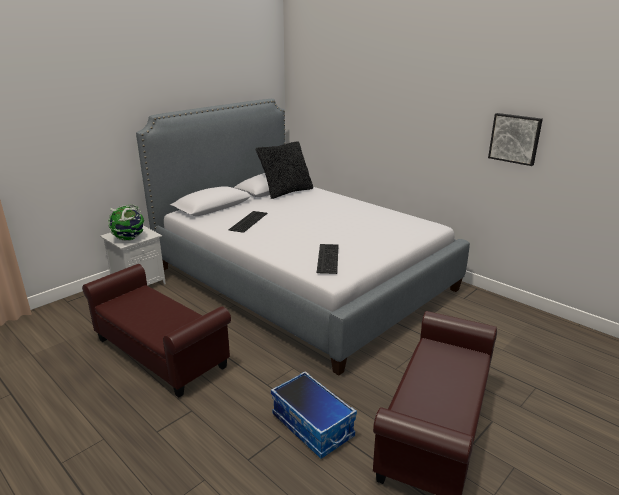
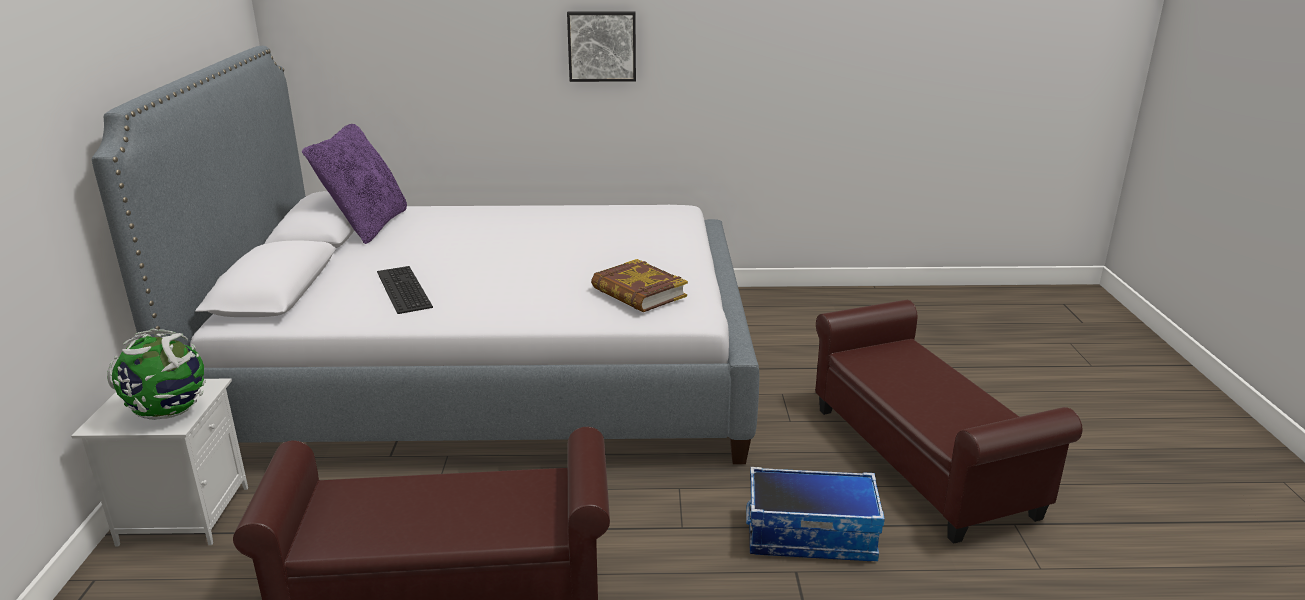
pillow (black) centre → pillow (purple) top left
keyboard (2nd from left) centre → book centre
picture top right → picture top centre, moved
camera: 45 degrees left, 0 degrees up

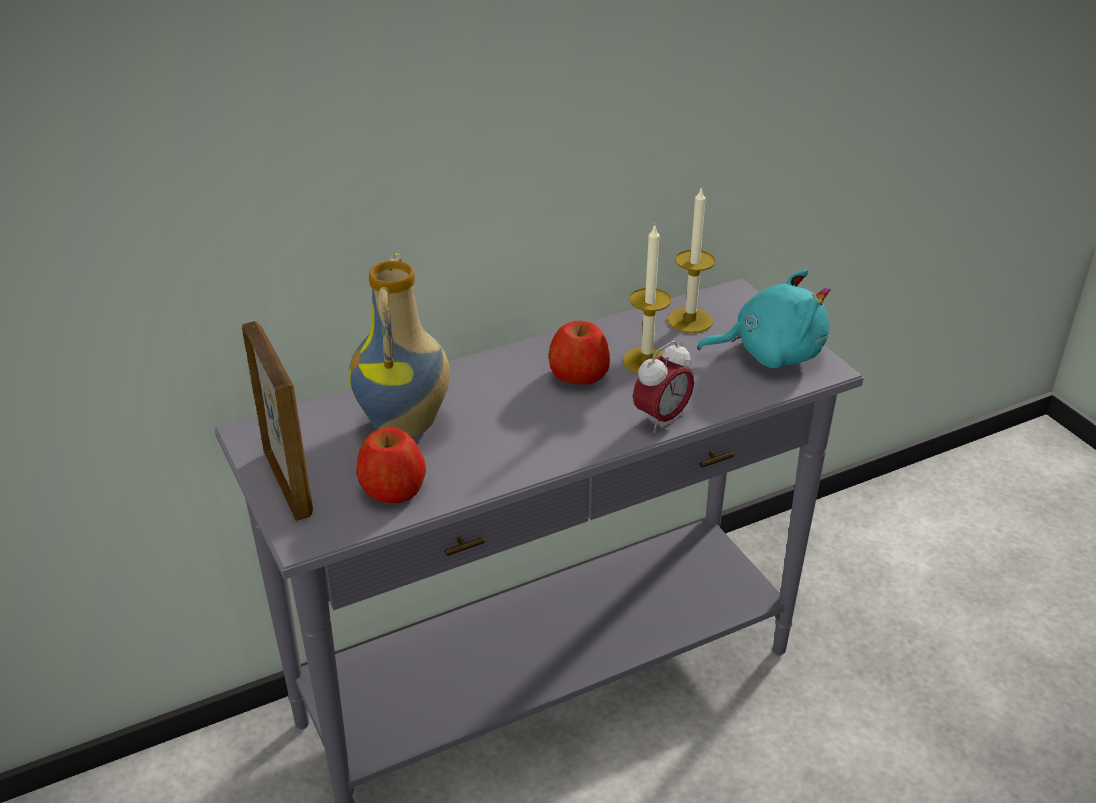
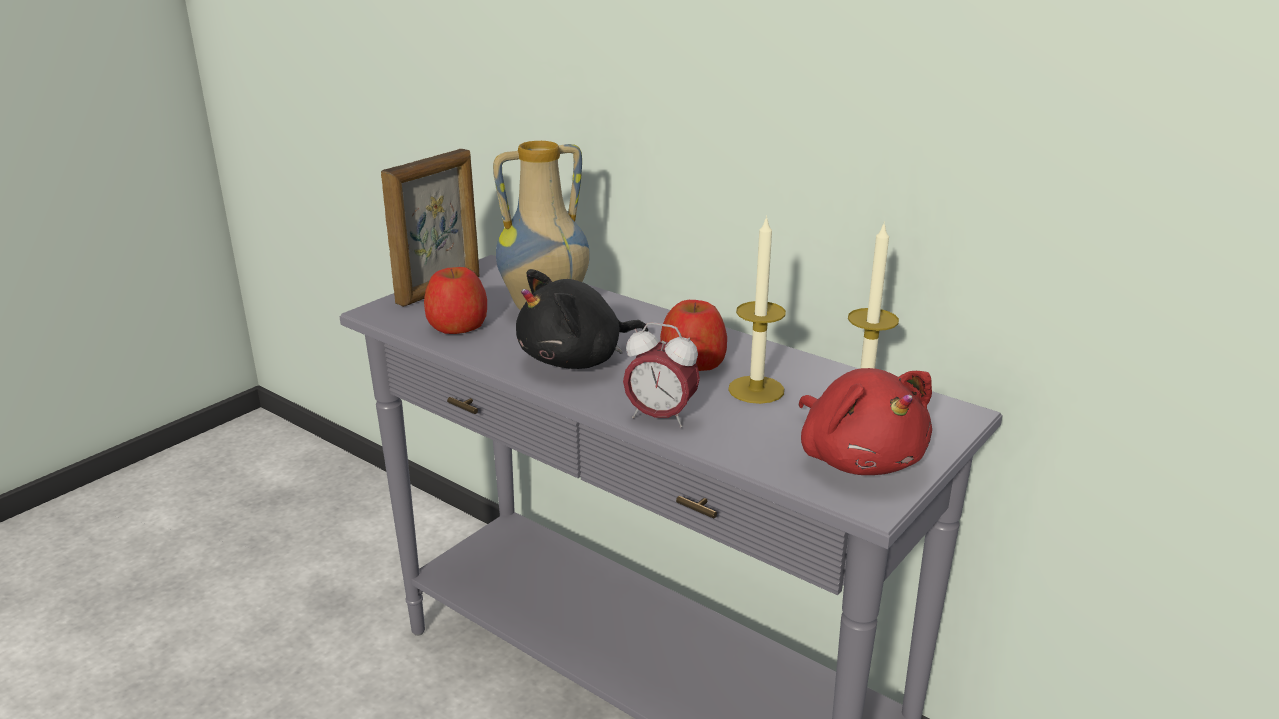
plush toy (turquoise) middle right → plush toy (red) middle right
- → plush toy (black) centre
camera: 65 degrees right, 10 degrees down

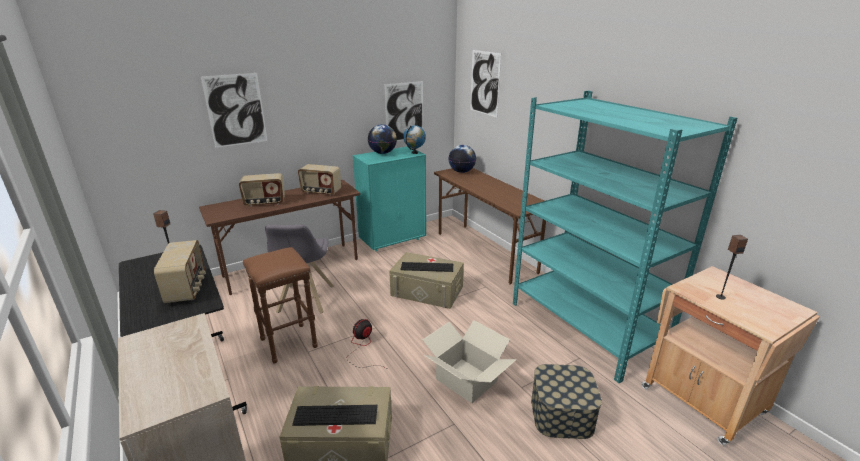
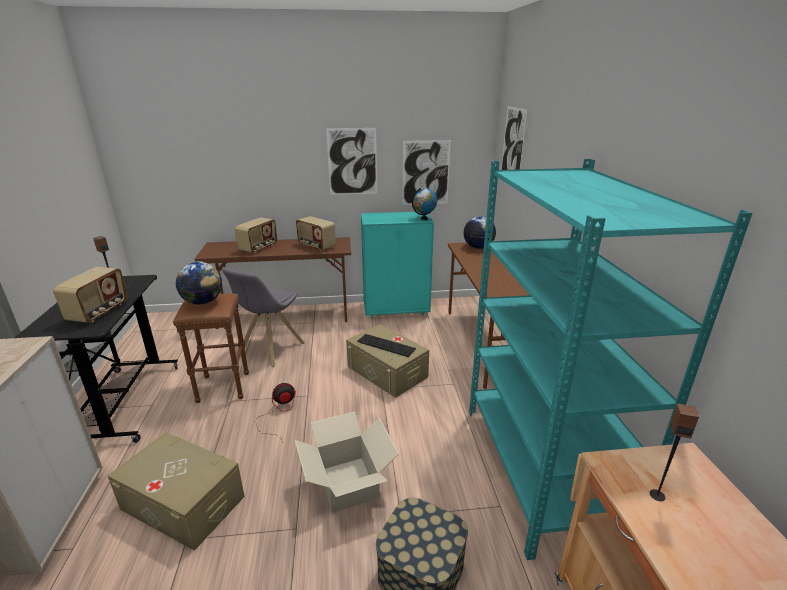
picture (1st from left) top left → picture (1st from left) top centre, moved
radio (2nd from left) middle left, 75 degrees counterclockwise
keyboard (1st from left) bottom centre → -
globe (1st from left) top centre → globe (1st from left) middle left, moved
camera: 25 degrees right, 0 degrees up

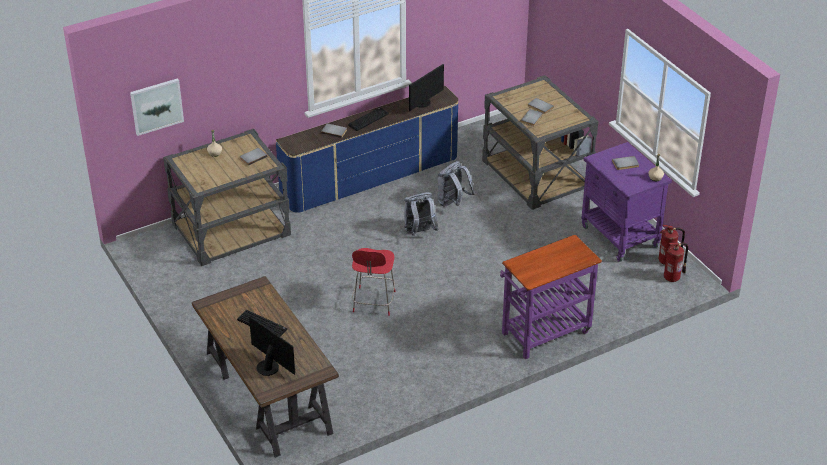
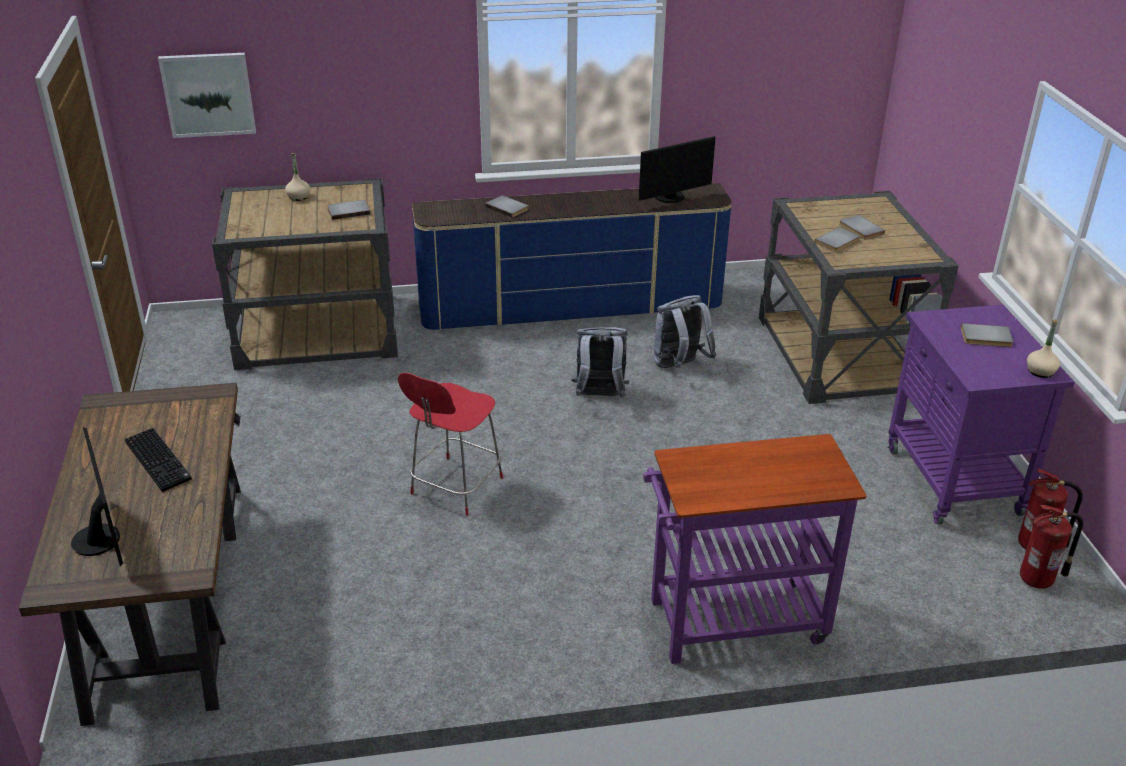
keyboard (2nd from left) top centre → -
camera: 20 degrees right, 5 degrees down

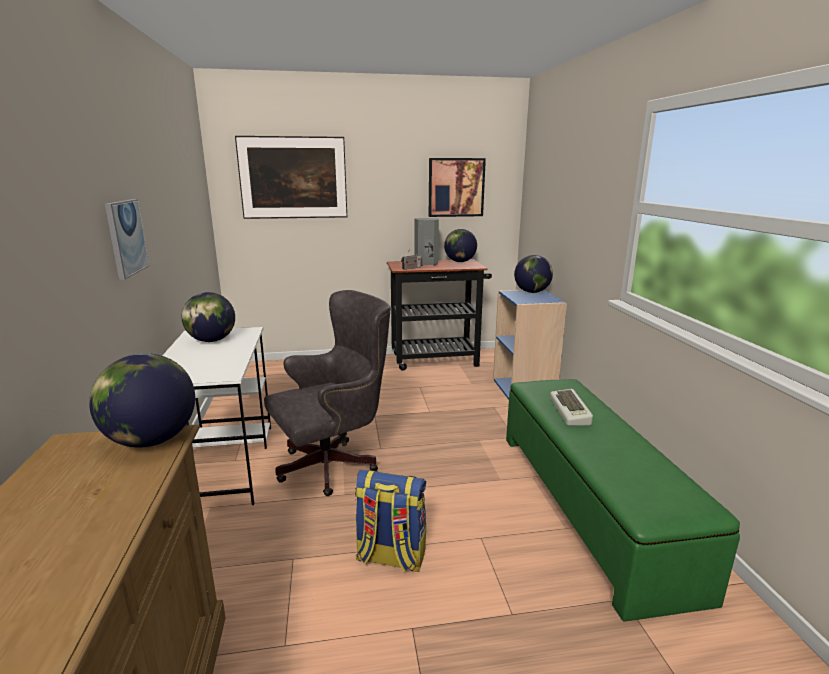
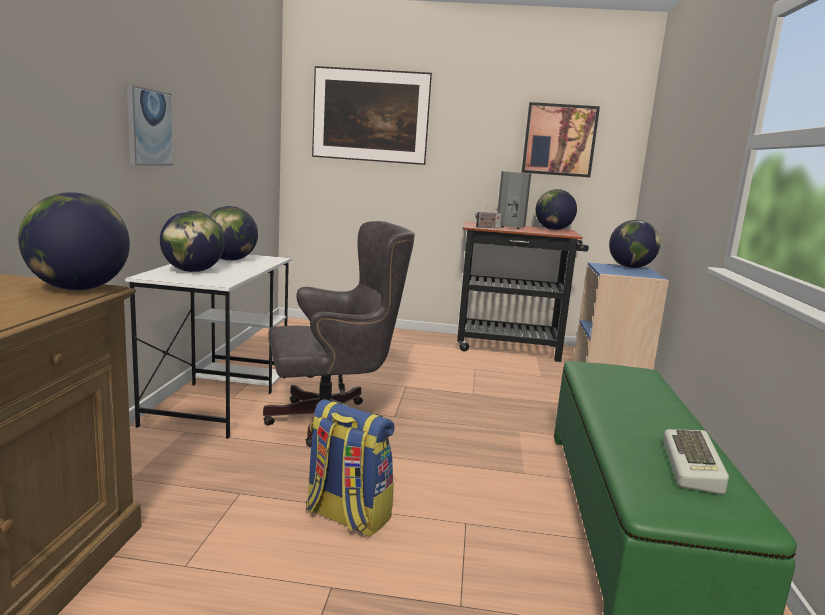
keyboard middle right → keyboard bottom right, moved
- → globe (2nd from left) middle left
camera: 15 degrees right, 5 degrees down

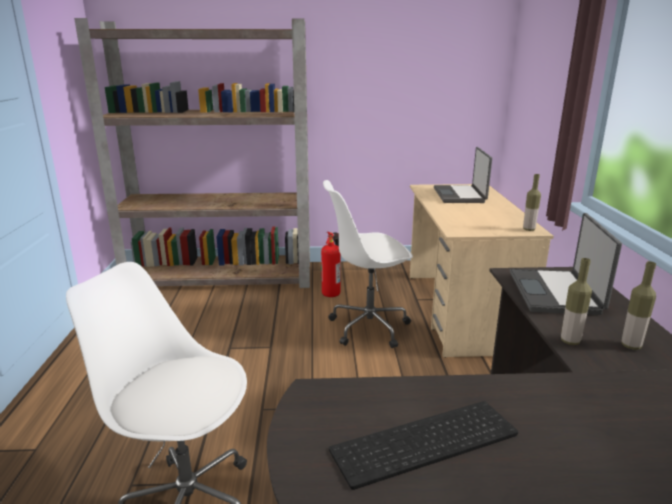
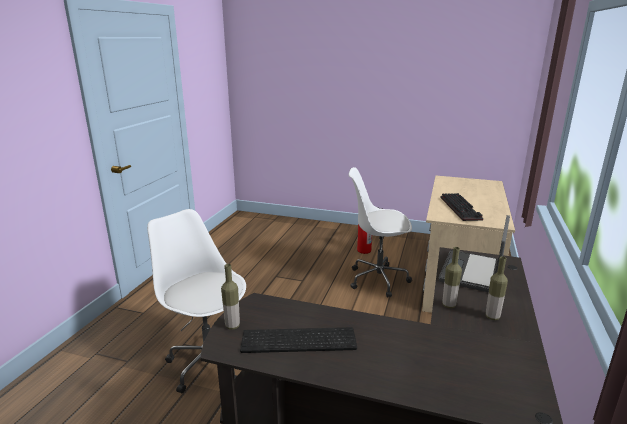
bookcase (brown) top left → -
laptop (1st from left) middle right → -
bottle (1st from left) middle right → bottle (1st from left) bottom centre, moved
- → keyboard (2nd from left) middle right
camera: 20 degrees right, 0 degrees up

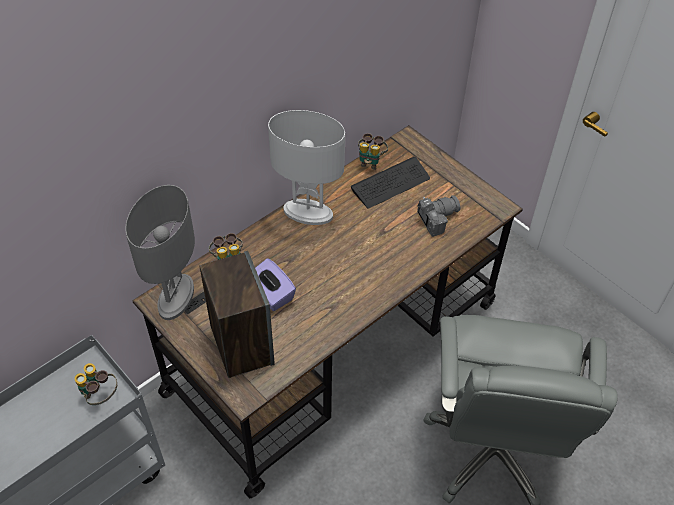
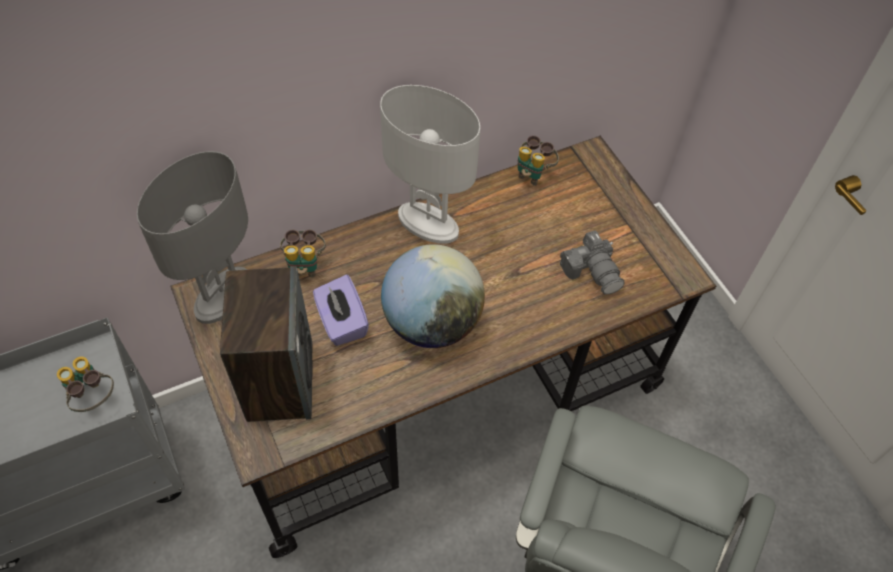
keyboard centre → -
photo camera centre, 75 degrees clockwise
- → globe centre
camera: 15 degrees right, 5 degrees up

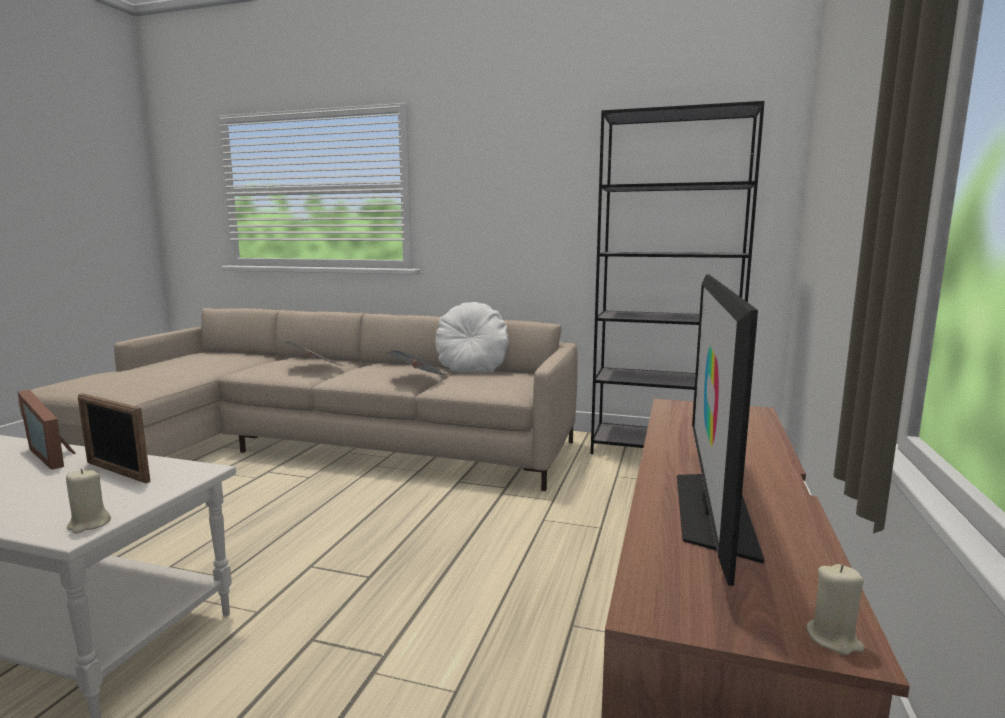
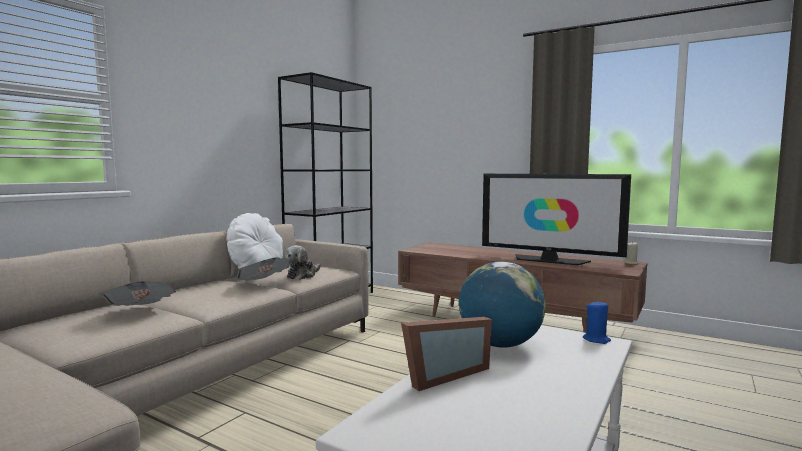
candle (beige) (1st from left) bottom left → candle (blue) bottom right
picture frame (2nd from left) middle left → globe bottom centre
- → plush toy centre
camera: 75 degrees left, 5 degrees down

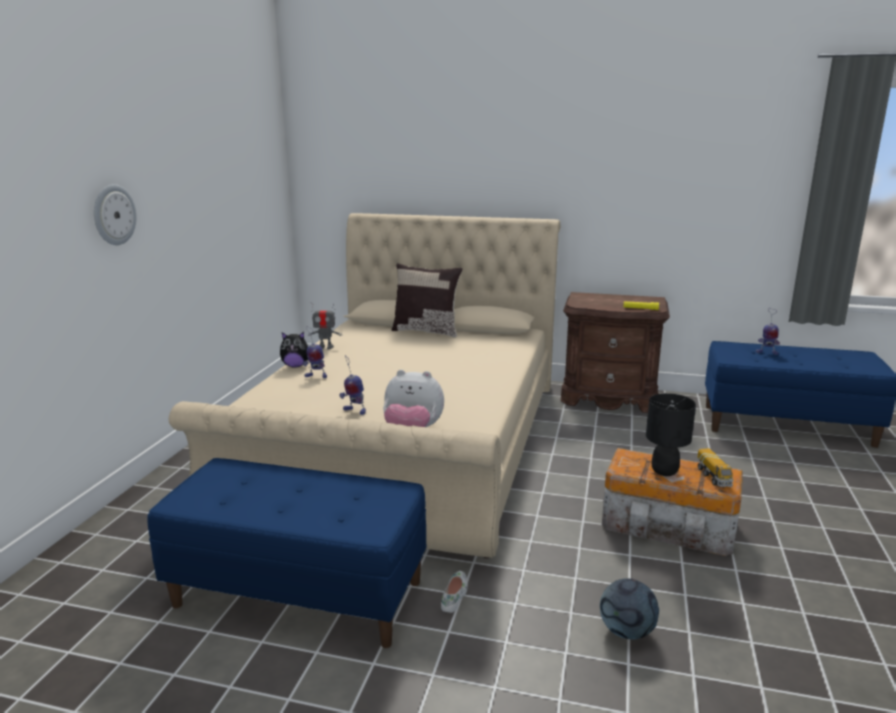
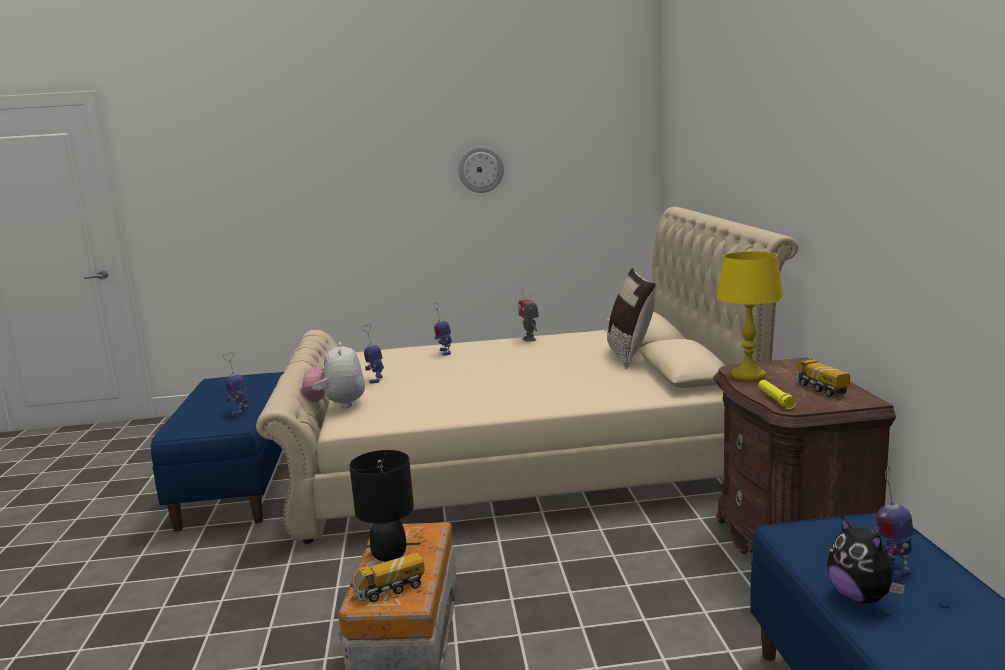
wall clock top left → wall clock top centre, moved
plush toy (1st from left in the first image) middle left → plush toy (2nd from left) bottom right, moved
shoe (white) bottom centre → -
football bottom right → -
- → toy robot (1st from left) middle left
- → table lamp (yellow) middle right
- → toy truck (2nd from left) middle right
camera: 70 degrees right, 5 degrees down

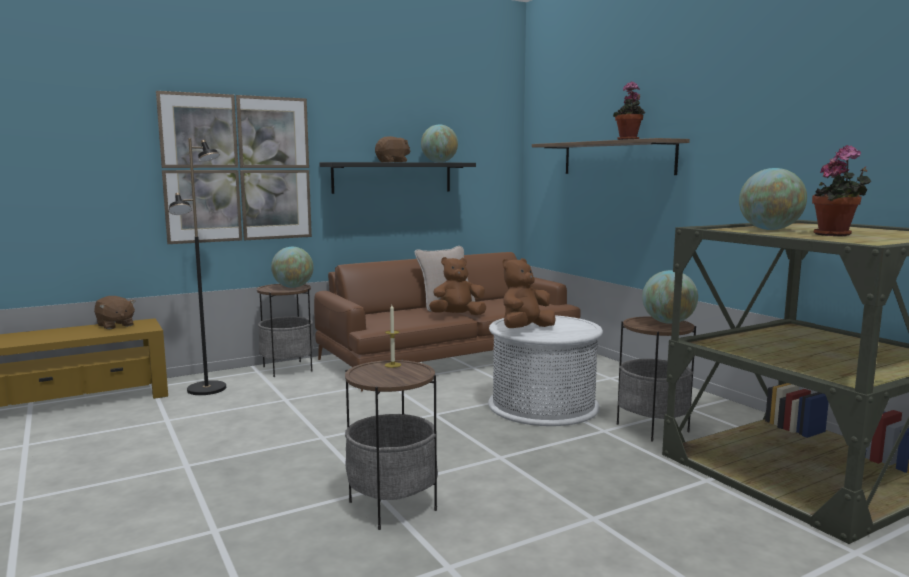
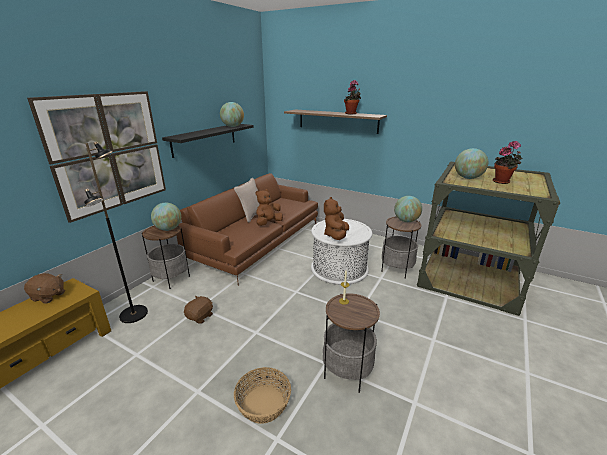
plush toy (brown) (2nd from left) top centre → plush toy (brown) (2nd from left) bottom left, moved
- → basket bottom centre
camera: 30 degrees left, 15 degrees up

